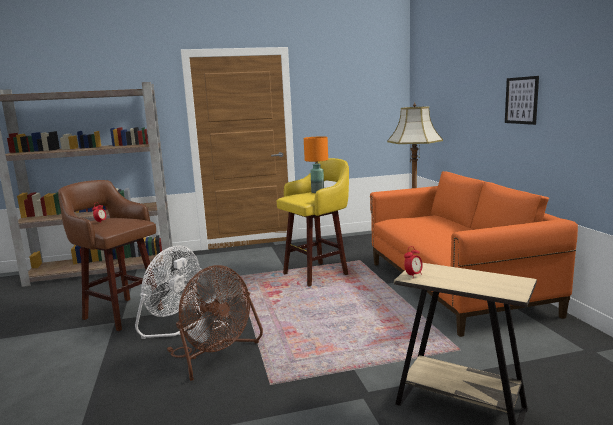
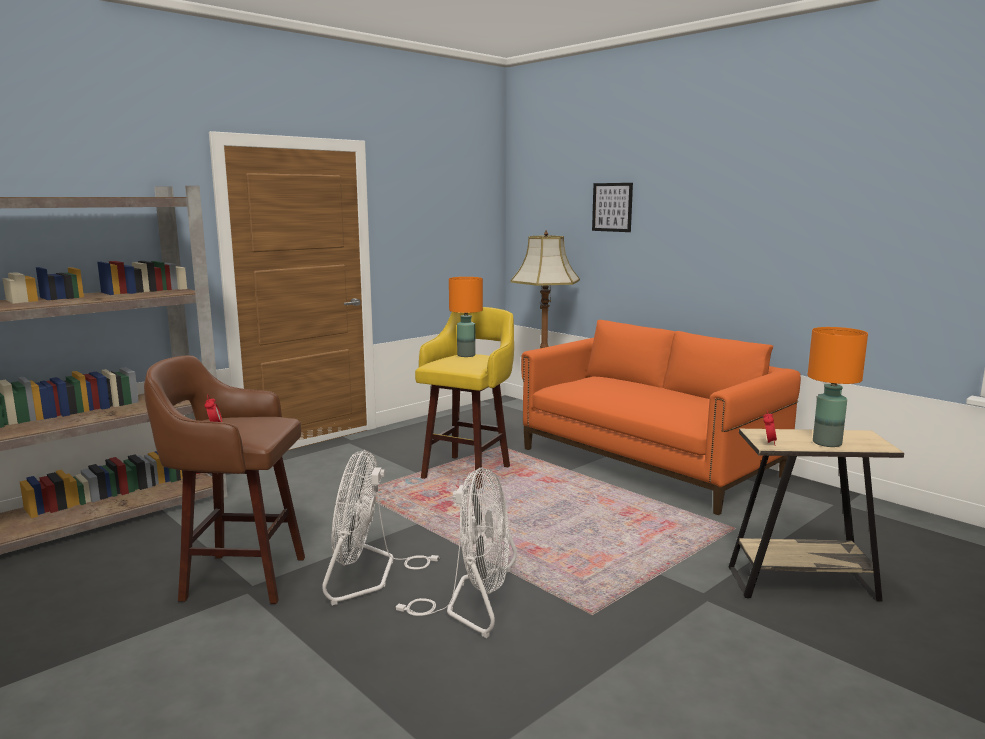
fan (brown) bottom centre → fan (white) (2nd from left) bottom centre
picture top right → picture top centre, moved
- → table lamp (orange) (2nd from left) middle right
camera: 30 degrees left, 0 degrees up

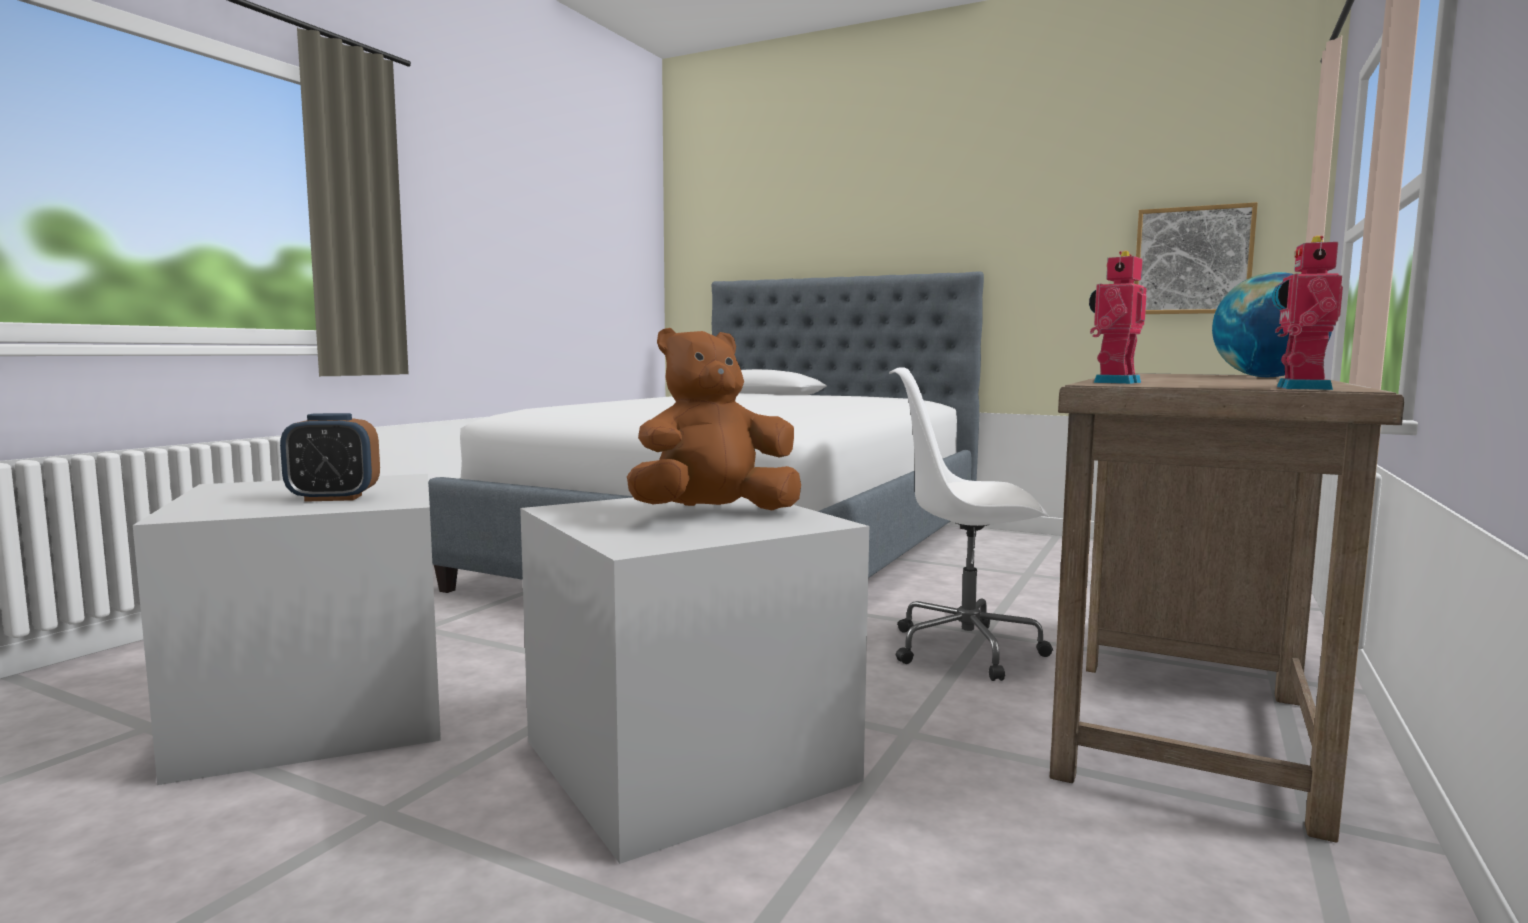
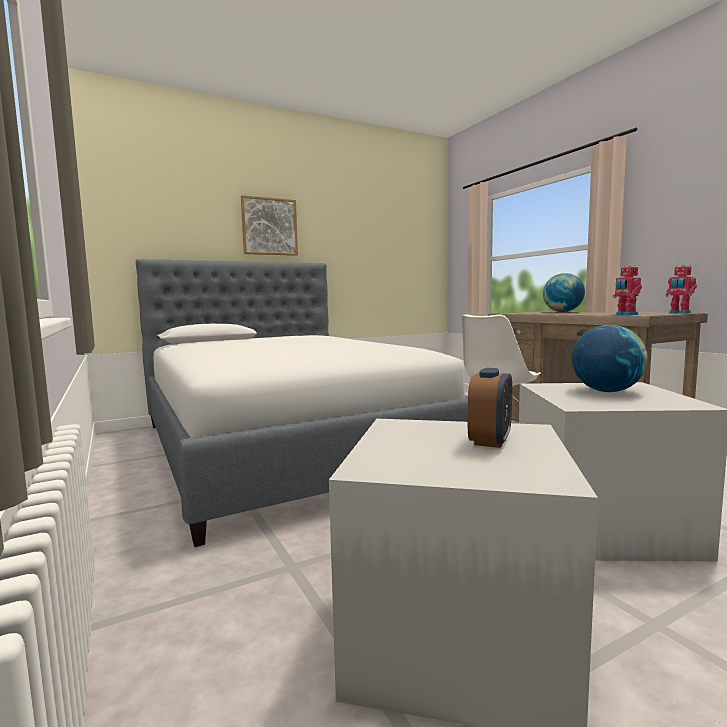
plush toy (brown) centre → globe (2nd from left) middle right
picture top right → picture top centre, moved
camera: 55 degrees left, 0 degrees up

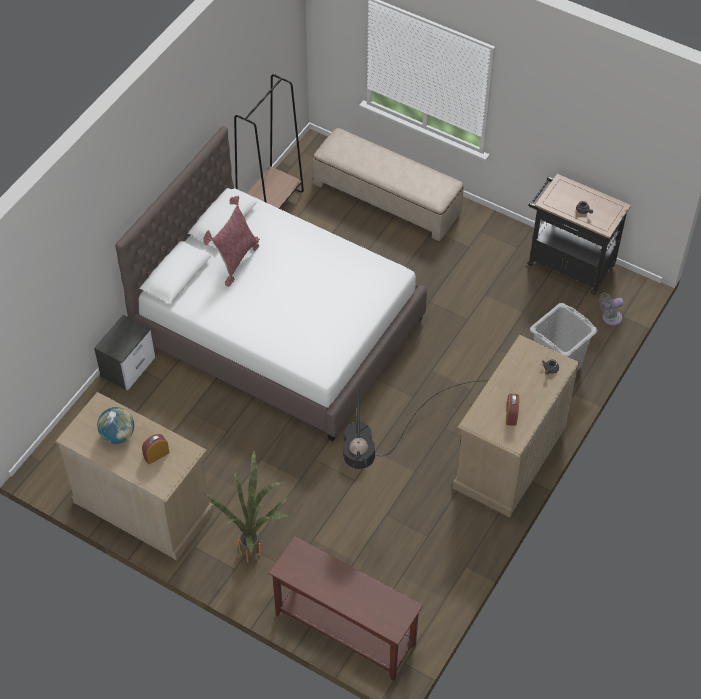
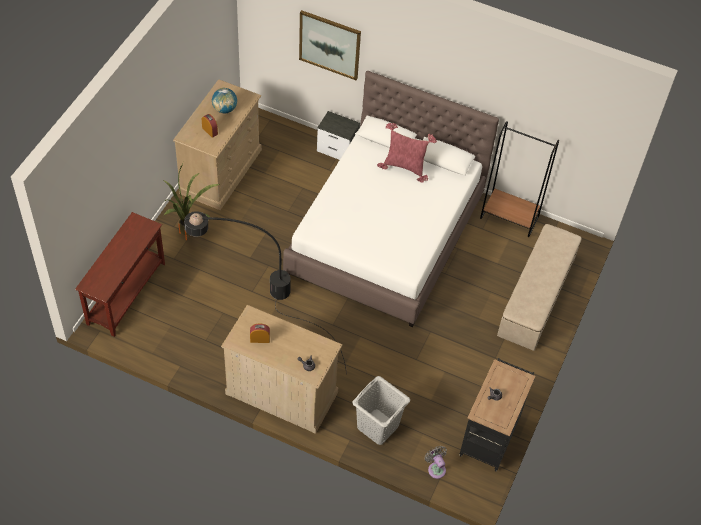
- → picture top centre
camera: 80 degrees right, 0 degrees up

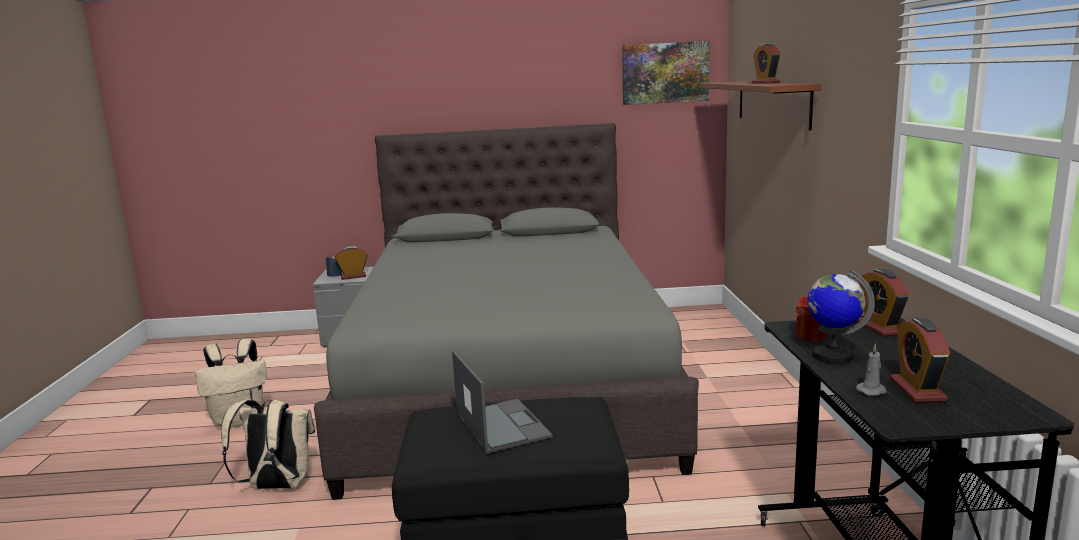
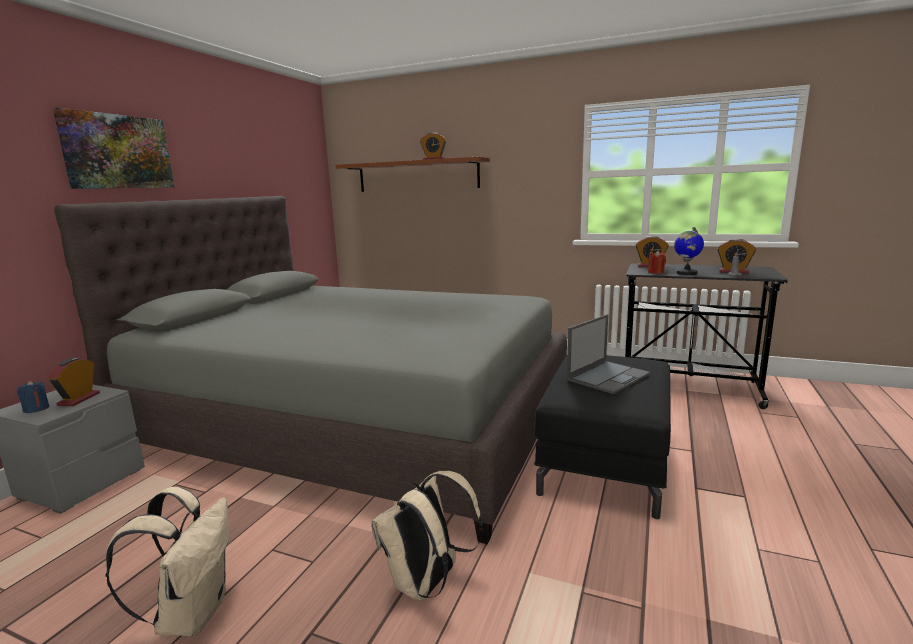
laptop bottom centre → laptop centre, 135 degrees clockwise
picture top centre → picture top left, moved
camera: 65 degrees left, 0 degrees up

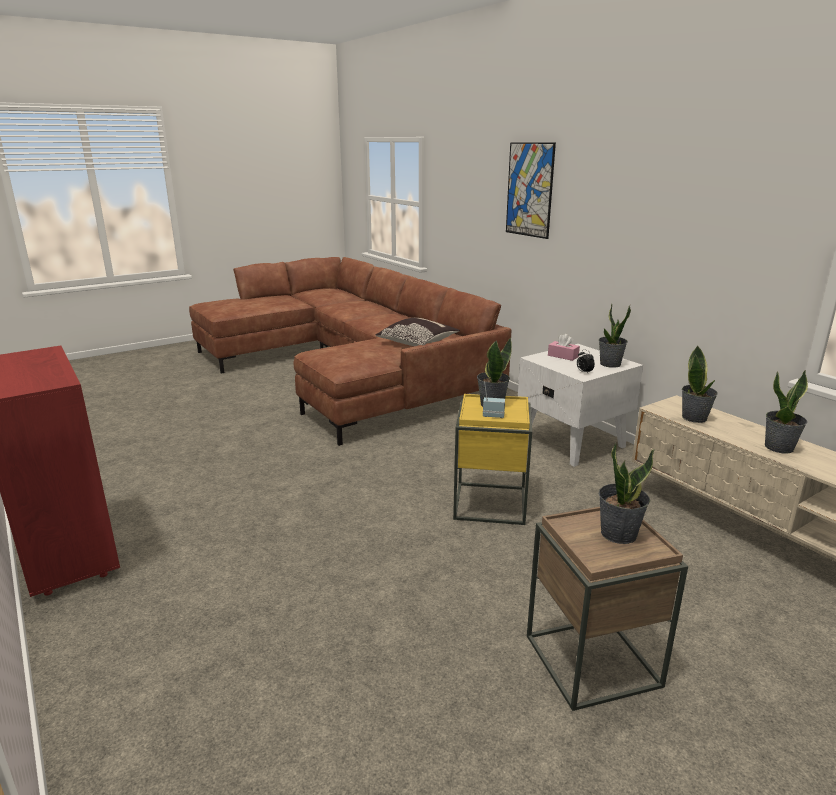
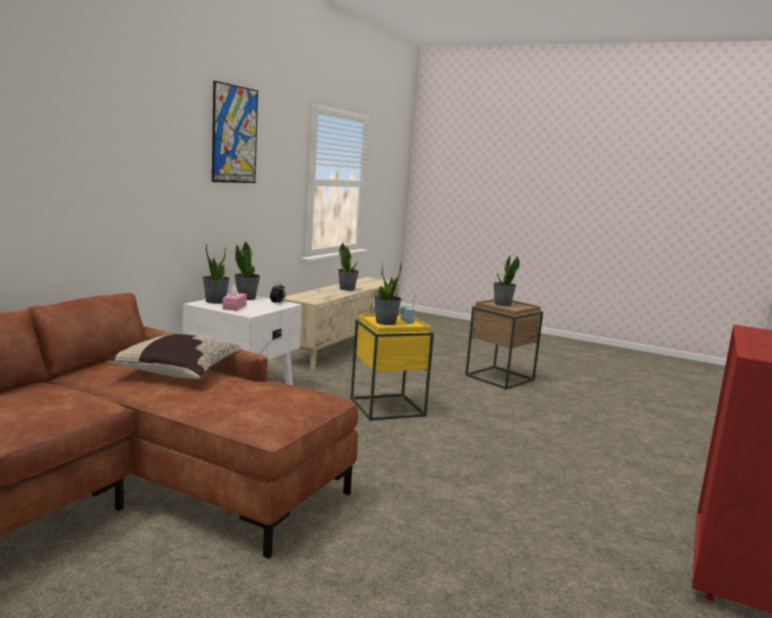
picture top centre → picture top left, moved
potted plant (4th from left in the first image) middle right → potted plant (1st from left) middle left, moved
camera: 120 degrees left, 10 degrees down

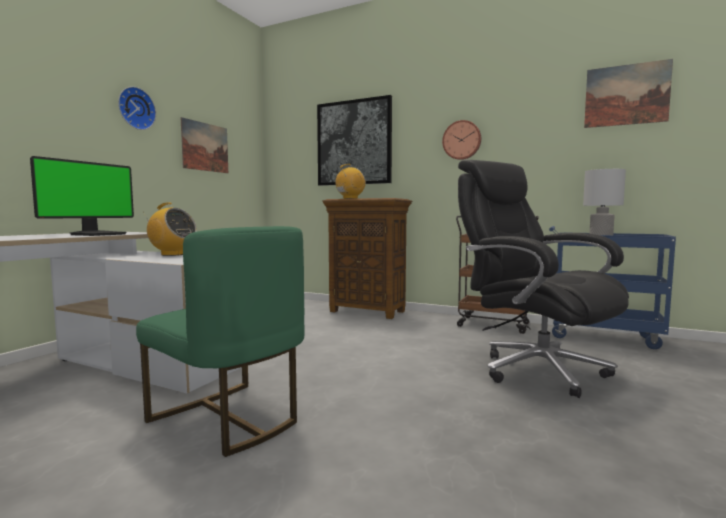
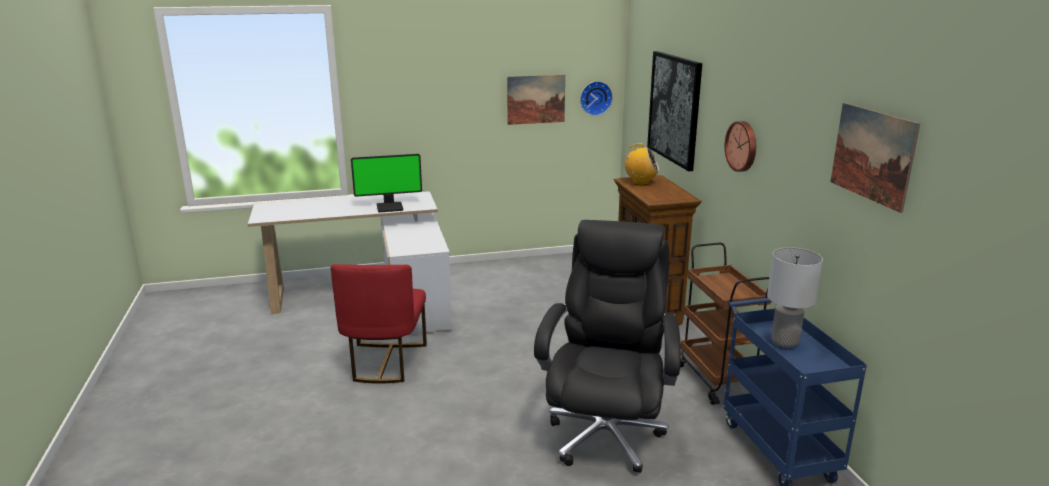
wall clock (1st from left) top left → wall clock (1st from left) top centre, moved
chair (green) middle left → chair (red) bottom centre
radio (1st from left) middle left → -
camera: 50 degrees right, 15 degrees up

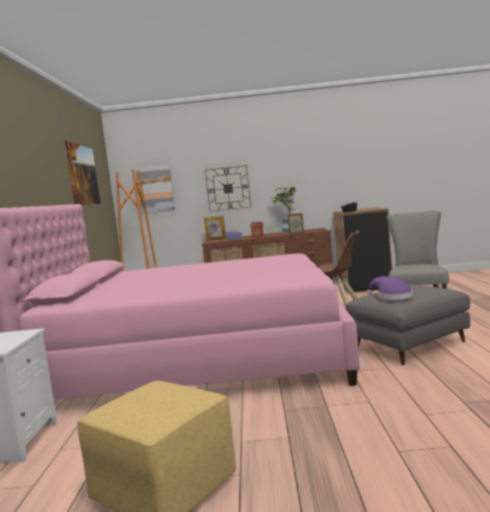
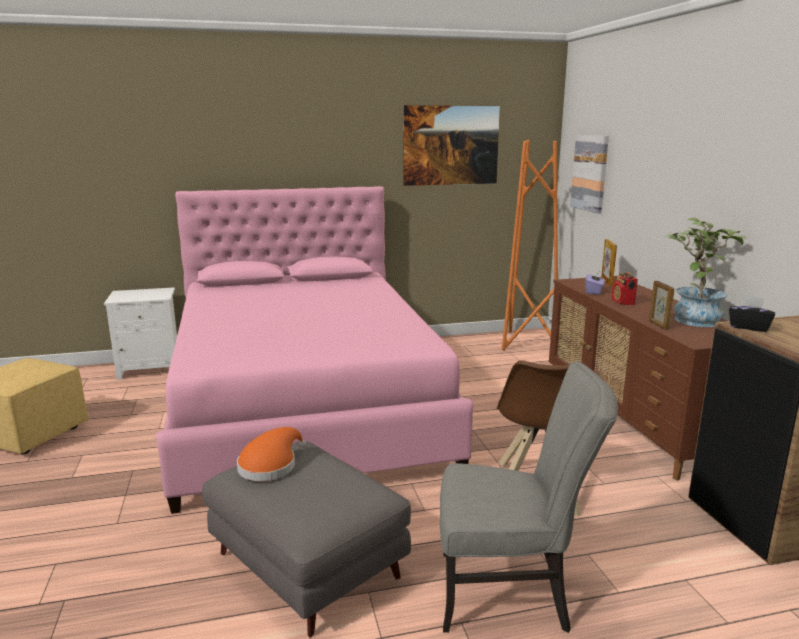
wall clock centre → -
hat (purple) middle right → hat (orange) bottom centre
camera: 75 degrees right, 10 degrees up

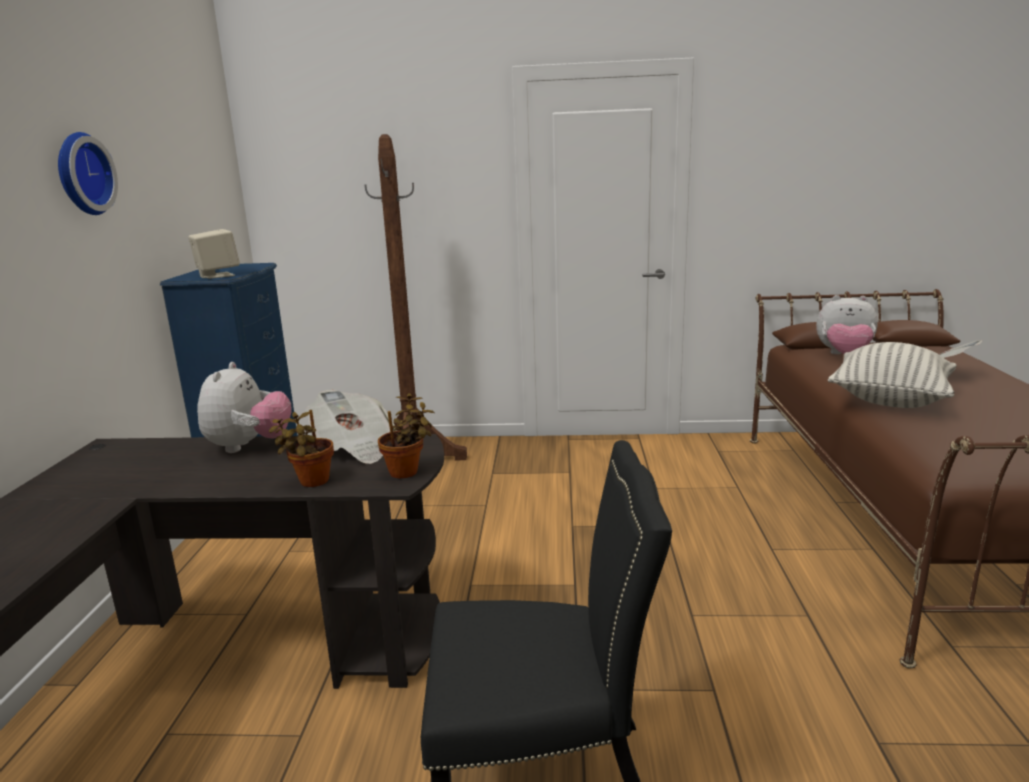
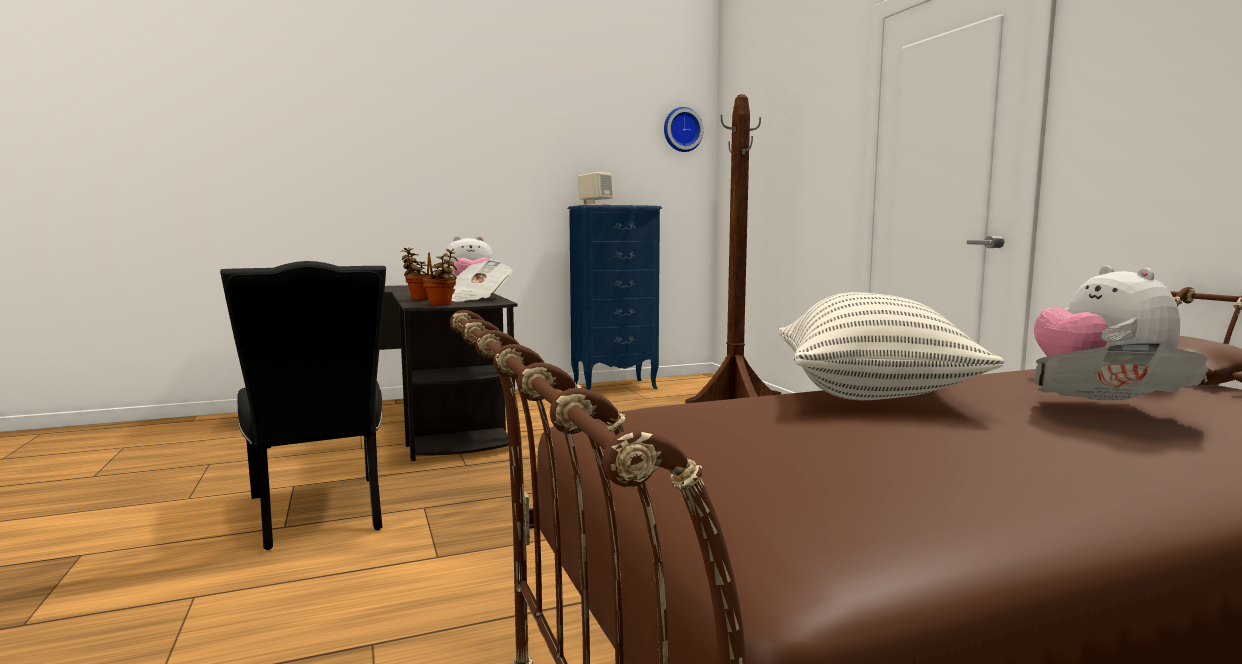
wall clock top left → wall clock top centre, moved
camera: 65 degrees right, 10 degrees down

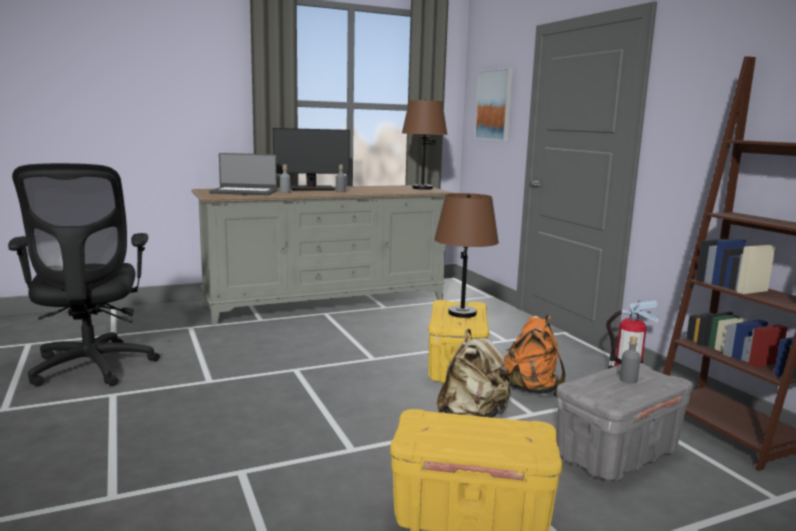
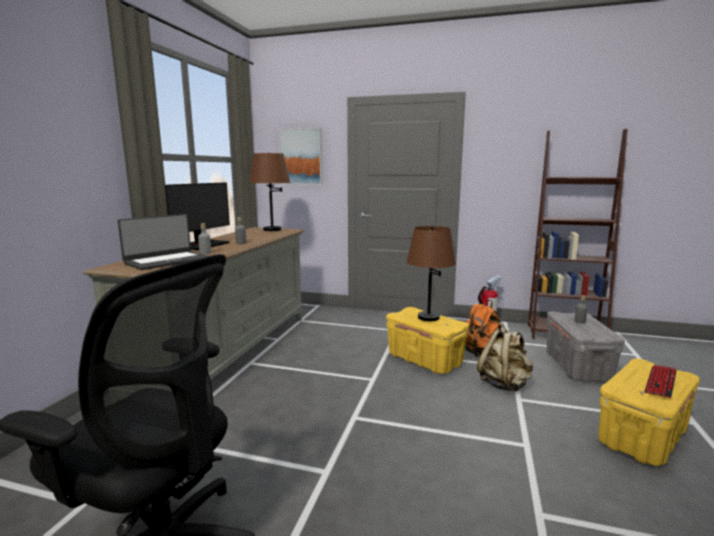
- → keyboard bottom right
camera: 50 degrees left, 0 degrees up

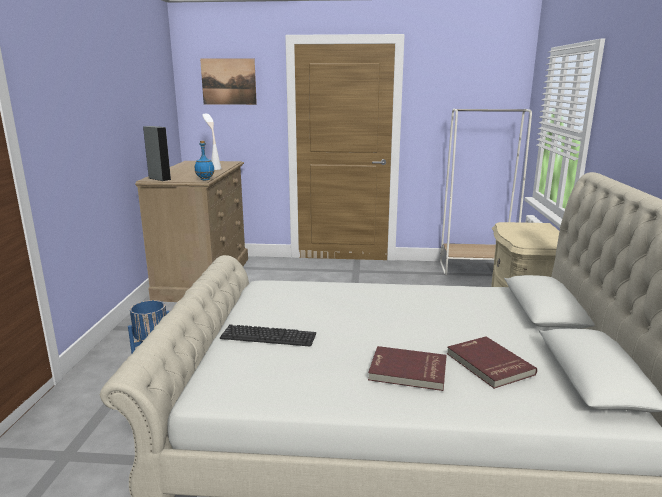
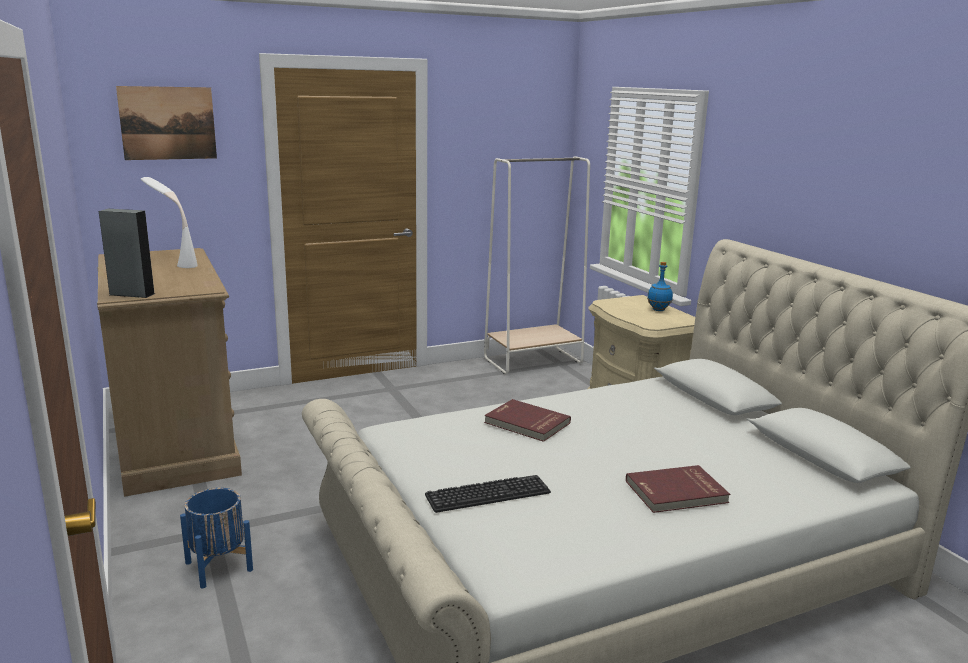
bottle (blue) top left → bottle (blue) middle right, moved
book (red) (2nd from left in the first image) bottom right → book (red) (1st from left) centre, moved
camera: 30 degrees left, 0 degrees up

